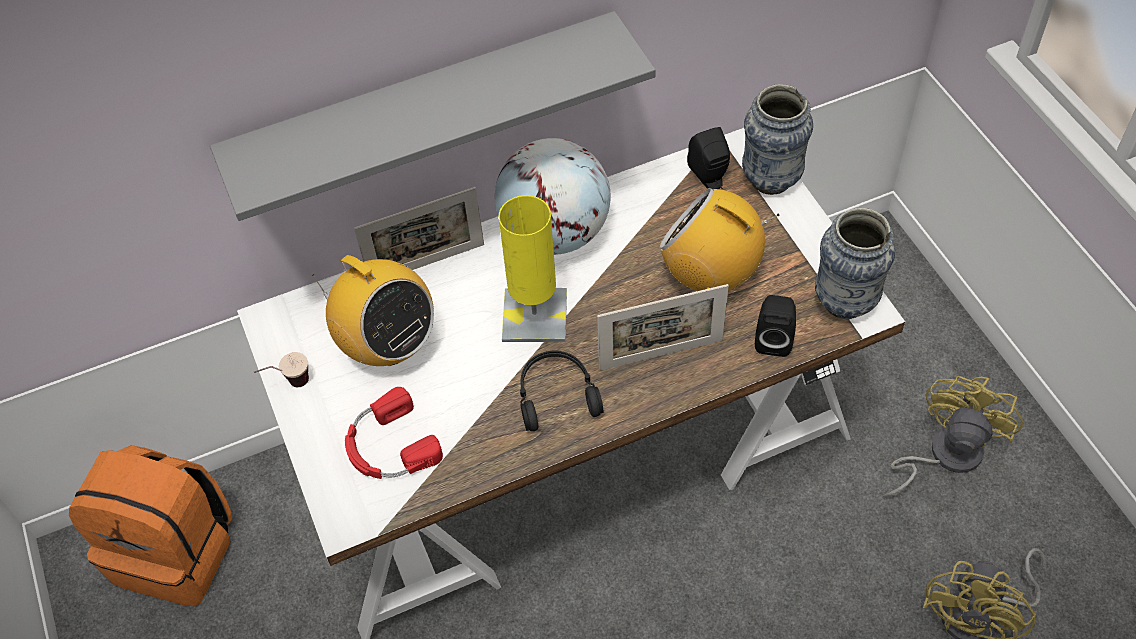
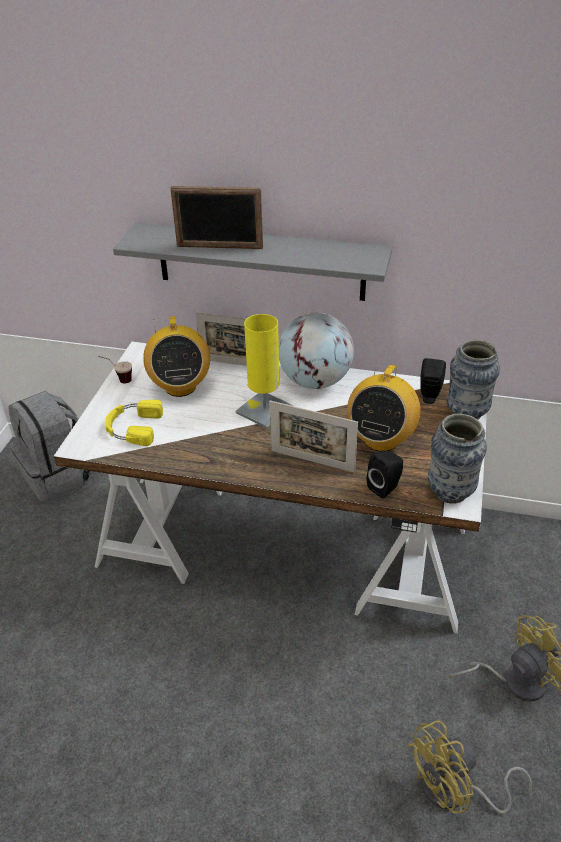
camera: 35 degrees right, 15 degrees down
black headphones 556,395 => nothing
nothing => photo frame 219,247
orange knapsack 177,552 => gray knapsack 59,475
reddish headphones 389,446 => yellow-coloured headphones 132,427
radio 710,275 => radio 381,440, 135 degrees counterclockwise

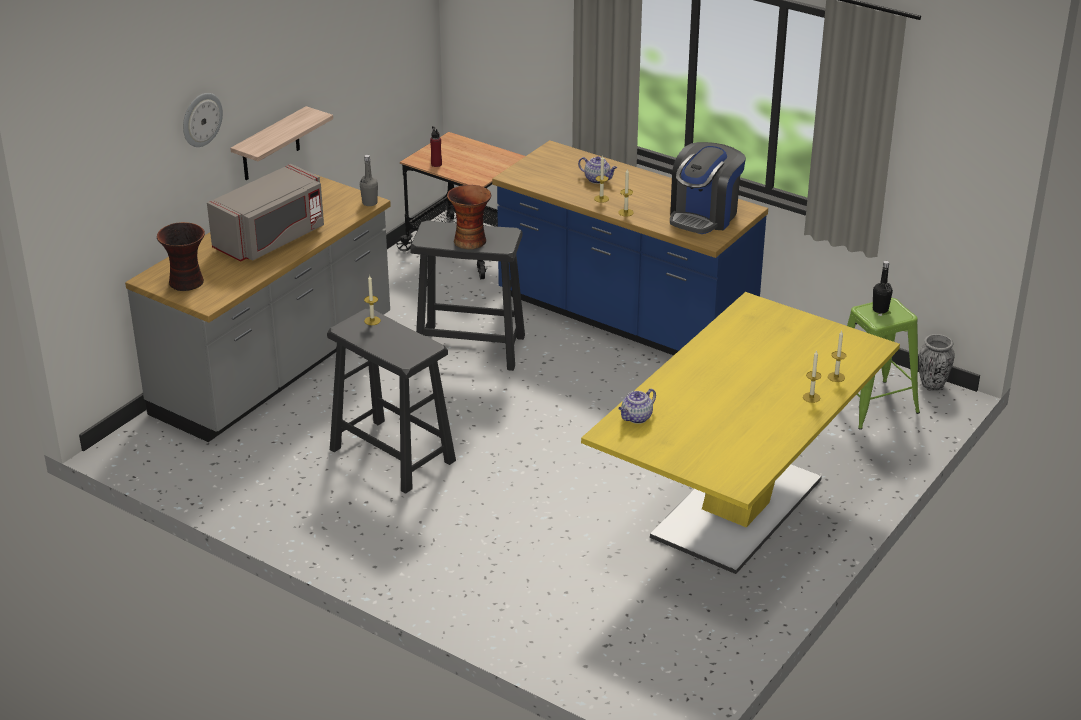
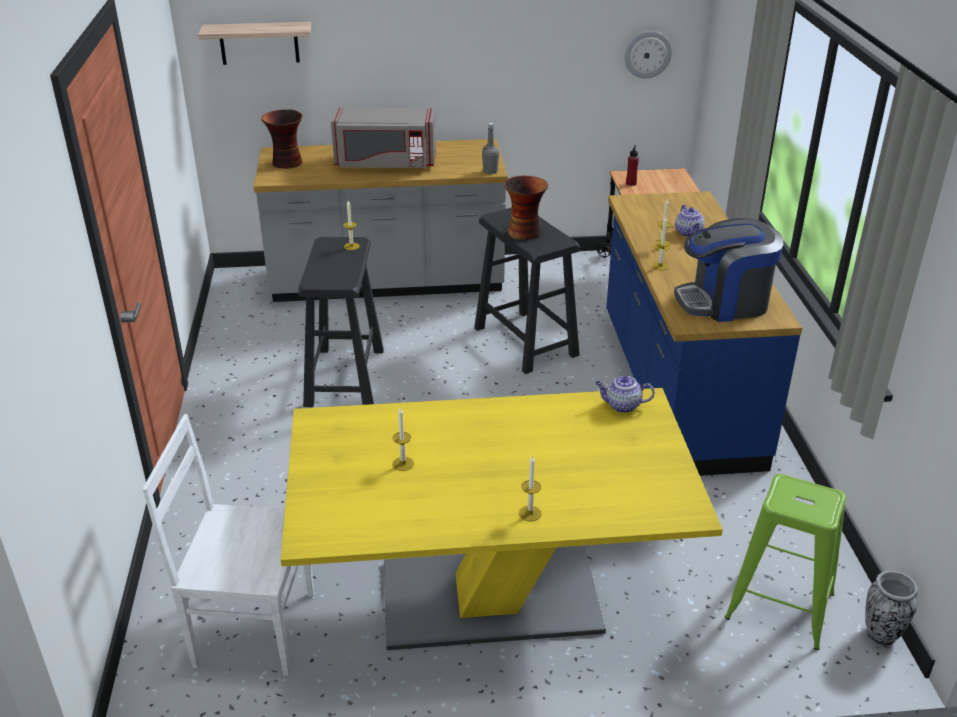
camera: 50 degrees right, 0 degrees up
black beverage bottle 880,309 => nothing
nothing => white-coloured plain chair 251,628
hanging clock 201,119 => hanging clock 647,54, shifted
wall shelf 270,145 => wall shelf 259,43, shifted
teapot 636,418 => teapot 622,406, shifted
wax candle 836,377 => wax candle 403,464, shifted

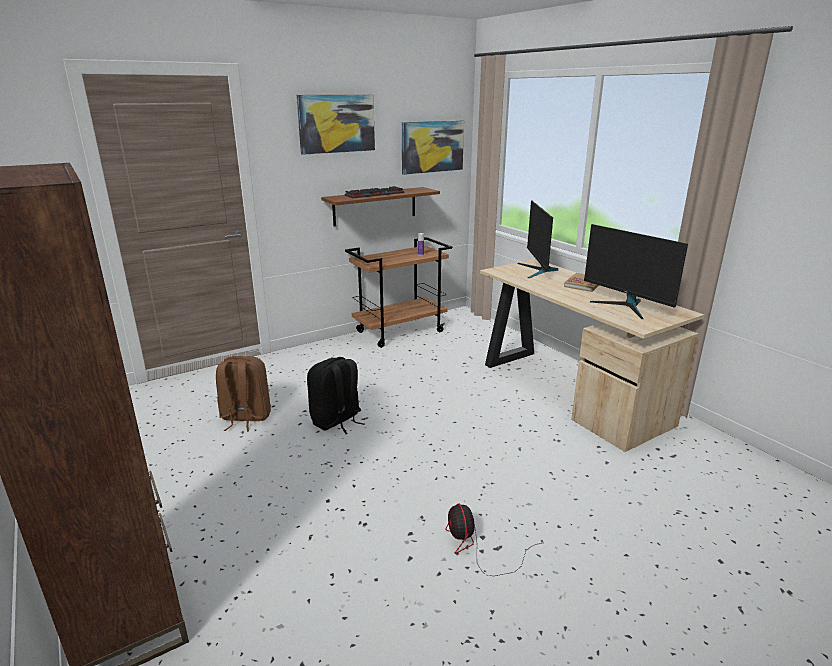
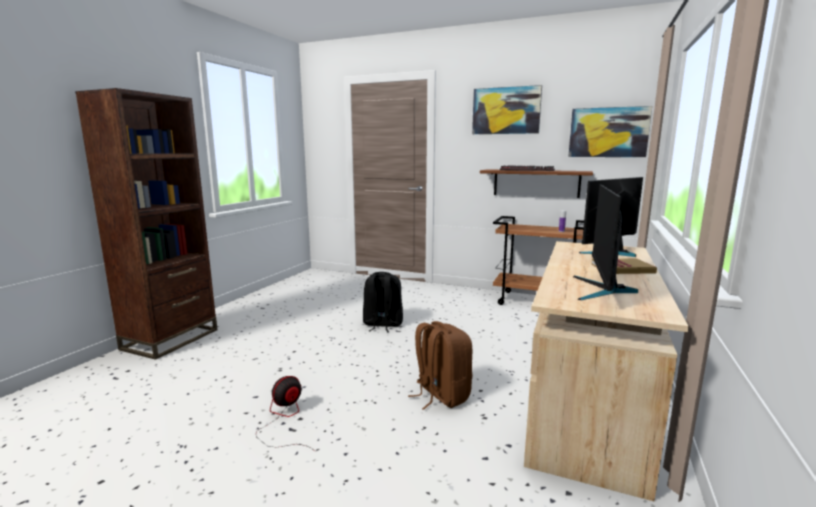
camera: 55 degrees right, 10 degrees down
brown knapsack 245,418 => brown knapsack 440,395, shifted

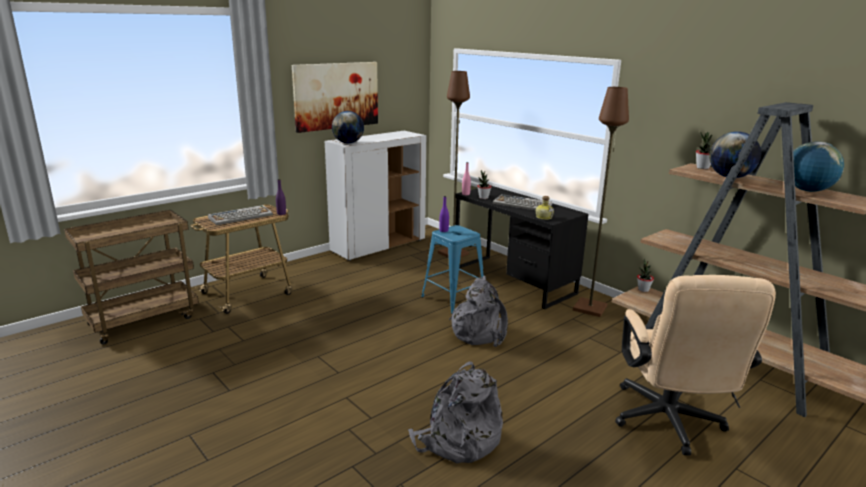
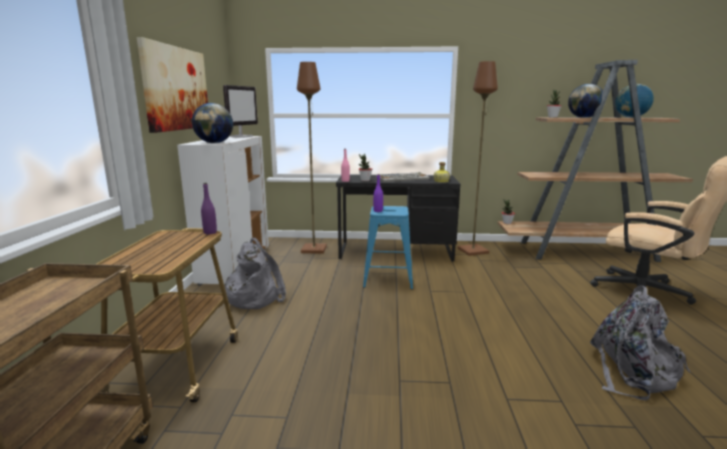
camera: 45 degrees left, 5 degrees down
keyboard 241,216 => nothing
nothing => monitor 241,136
gray knapsack 480,332 => gray knapsack 254,297, shifted

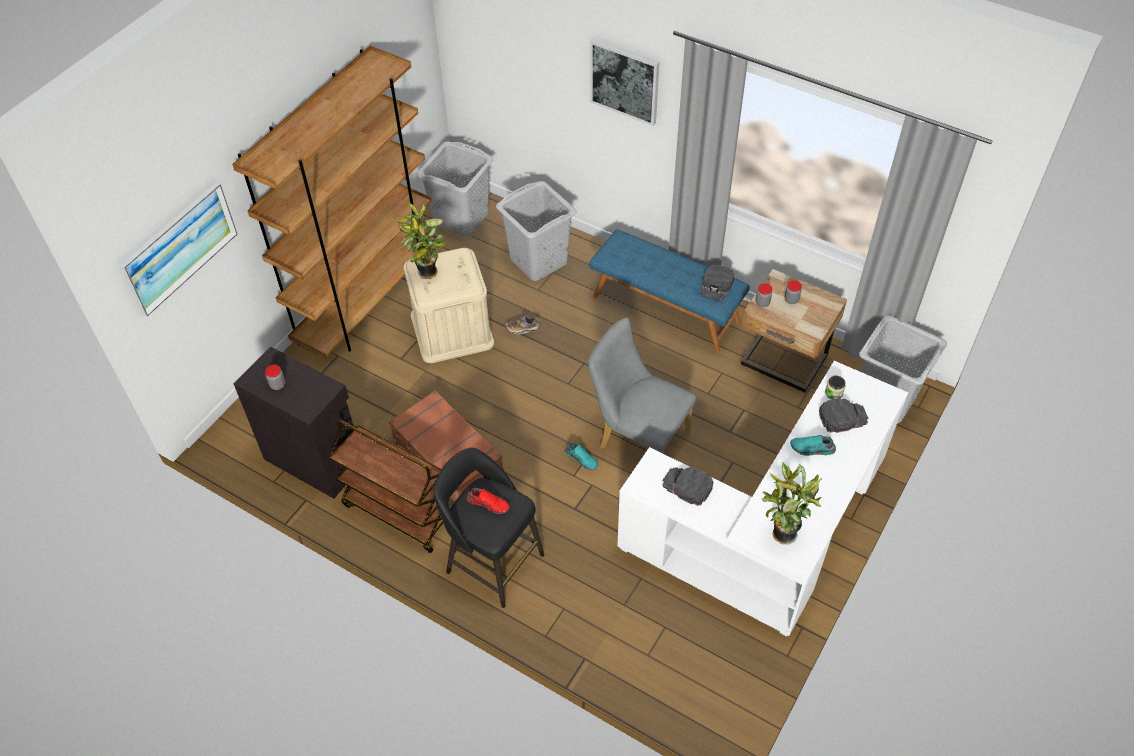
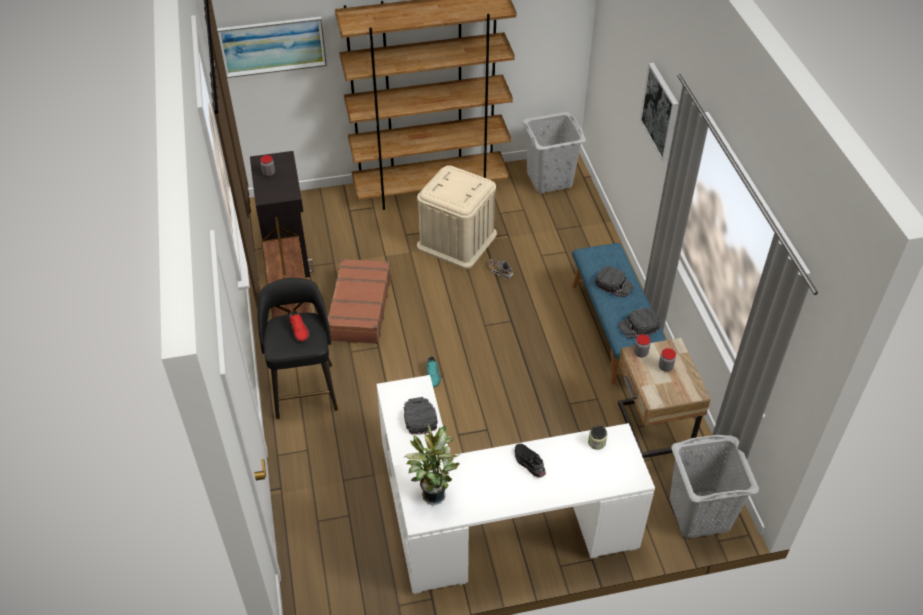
camera: 45 degrees right, 5 degrees down
houseplant 428,274 => nothing
gray laundry basket 539,260 => nothing
gray plain chair 638,438 => nothing
black baseball cap 842,417 => black baseball cap 614,284, shifted
turquoise low shoe 812,449 => black low shoe 528,463

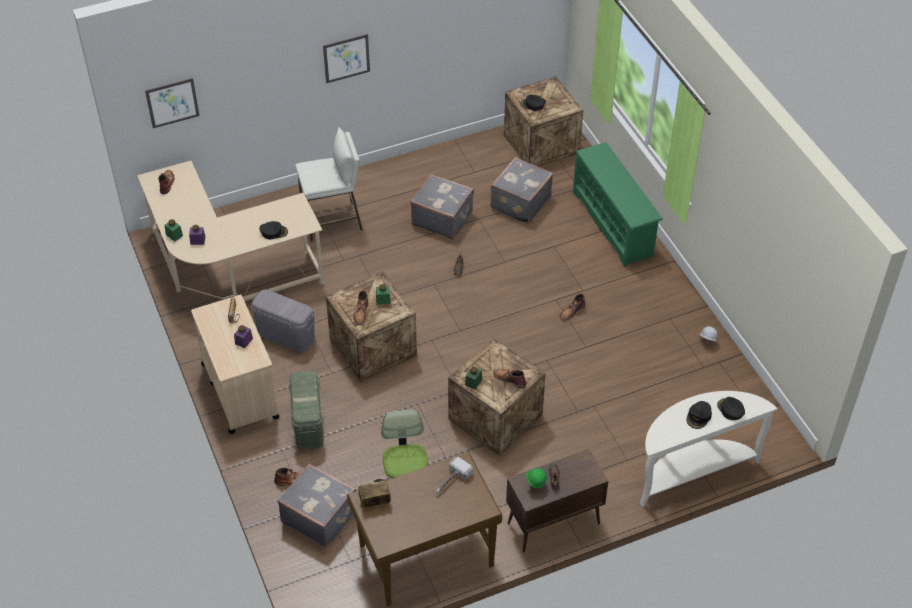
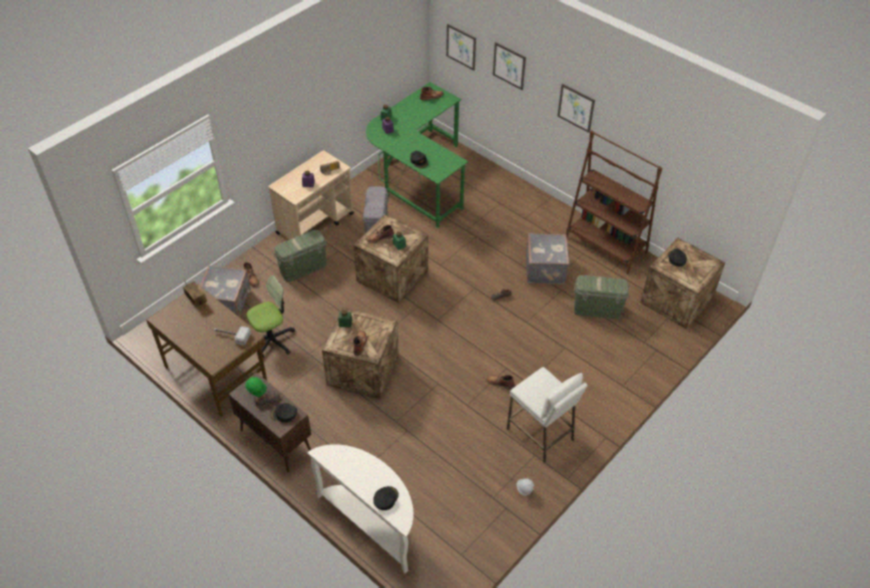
camera: 65 degrees right, 0 degrees up
greenish shoe stand 613,224 => nothing
nothing => wall picture 509,66
nothing => brown bookcase 606,245
white-coloured stool seat 332,221 => white-coloured stool seat 540,434, shifted
black baseball cap 699,417 => black baseball cap 284,414, shifted
gray suitcase 519,203 => greenish storage box 597,309
beige-coloured desk 227,271 => greenish desk 417,177

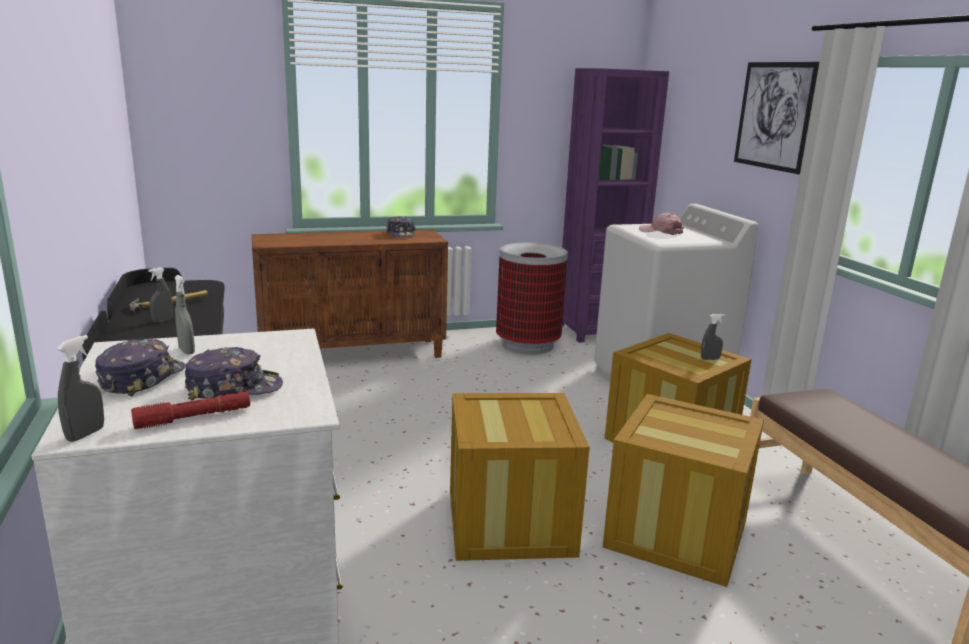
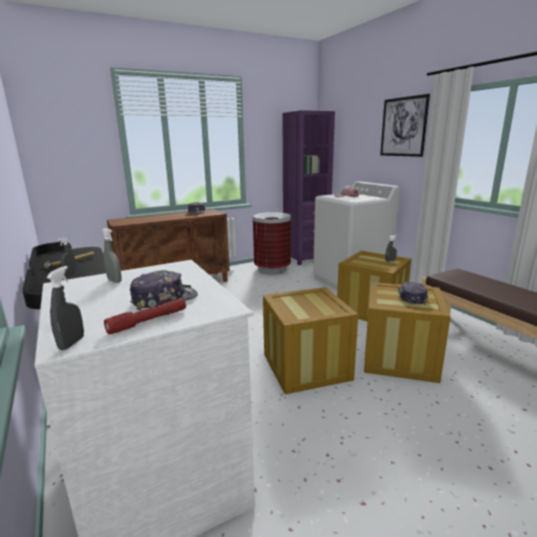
camera: 10 degrees left, 0 degrees up
baseball cap 142,378 => baseball cap 411,298, shifted

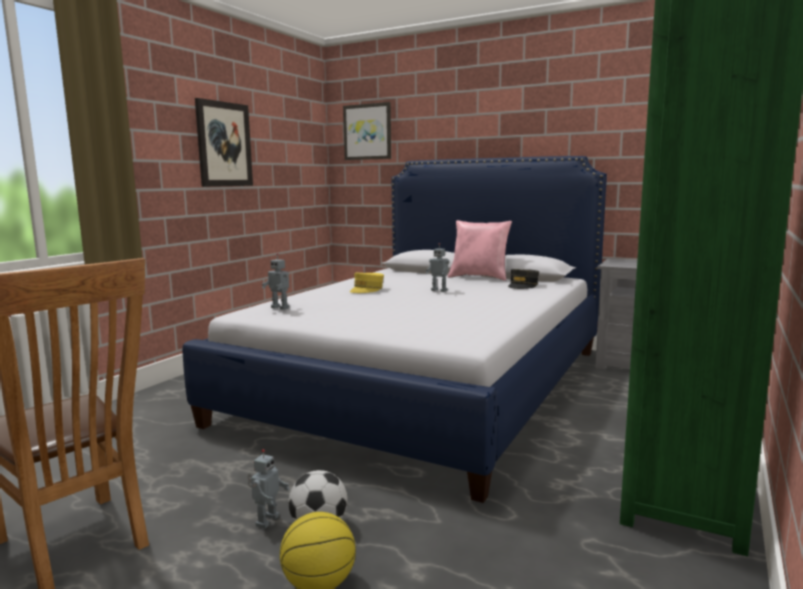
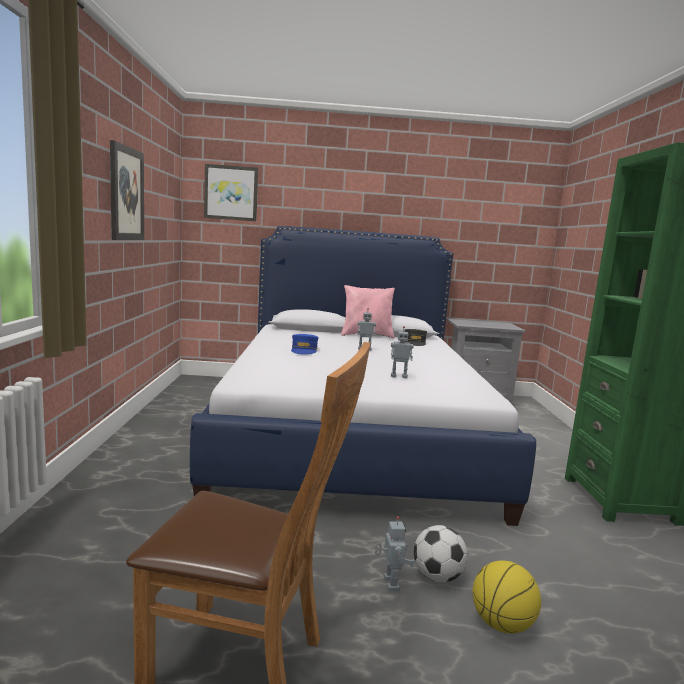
camera: 30 degrees left, 0 degrees up
toy robot 281,308 => toy robot 399,376, shifted
yellow-coloured baseball cap 367,290 => blue-coloured baseball cap 304,350

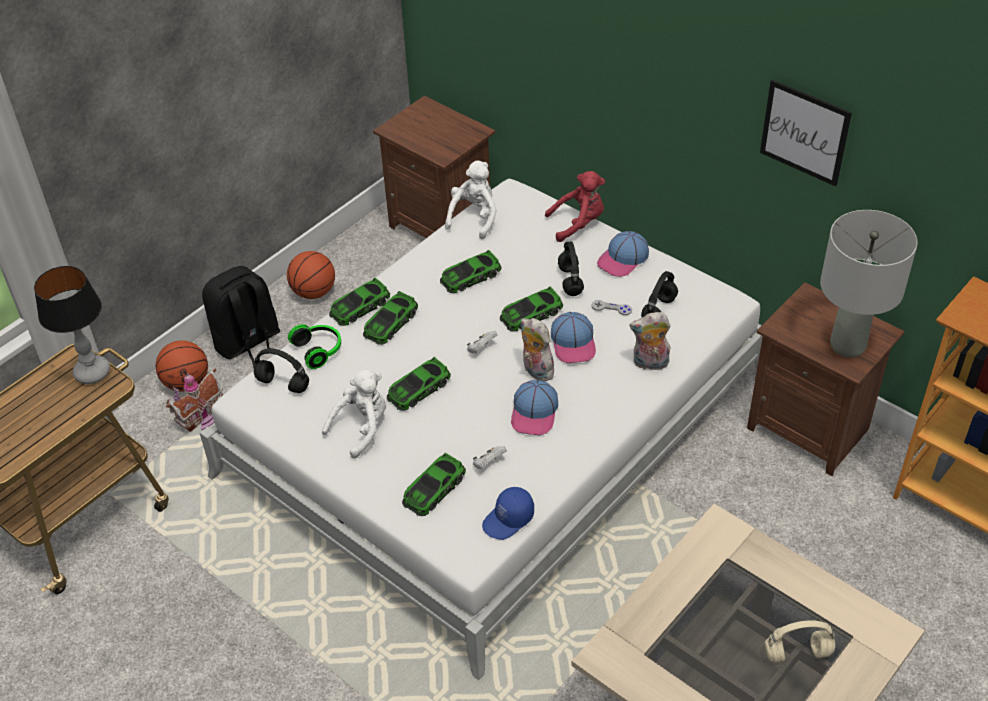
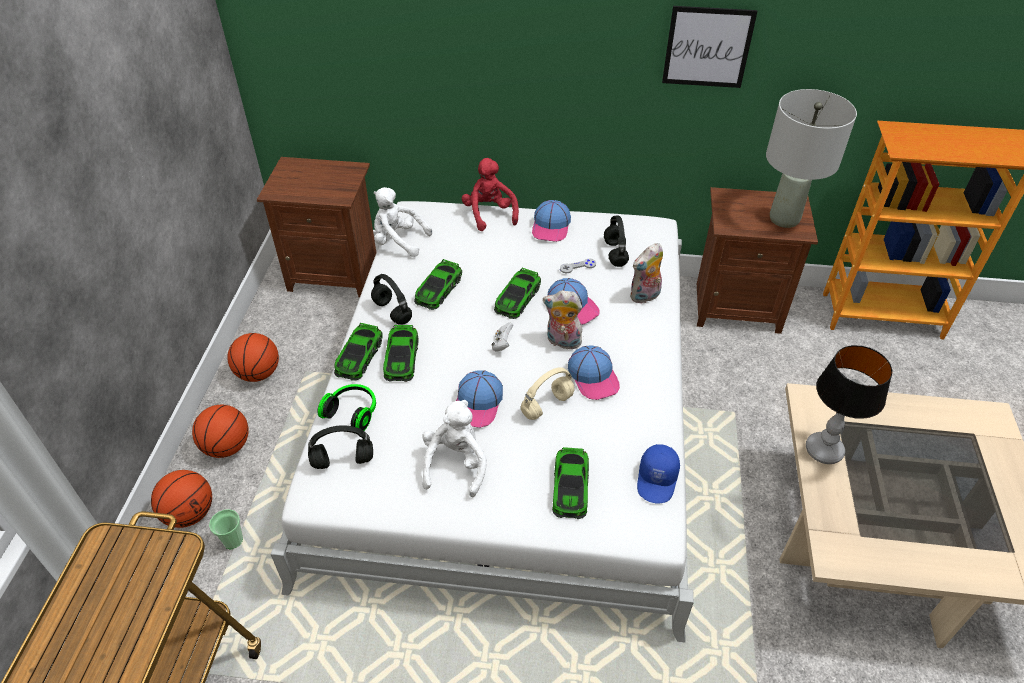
camera: 35 degrees left, 0 degrees up
white-coloured game controller 488,463 => nothing
lamp for a table 92,373 => lamp for a table 824,451, shifted
black headphones 569,280 => black headphones 391,312, shifted
beige-coloured headphones 798,653 => beige-coloured headphones 547,405, shifted
model house 202,419 => cup 233,540
black knapsack 248,343 => basketball ball 227,447
model car 418,389 => baseball cap 478,403
white-coloured soft toy 474,217 => white-coloured soft toy 398,241, 60 degrees counterclockwise
reddish soft toy 578,223 => reddish soft toy 489,214, 60 degrees counterclockwise

